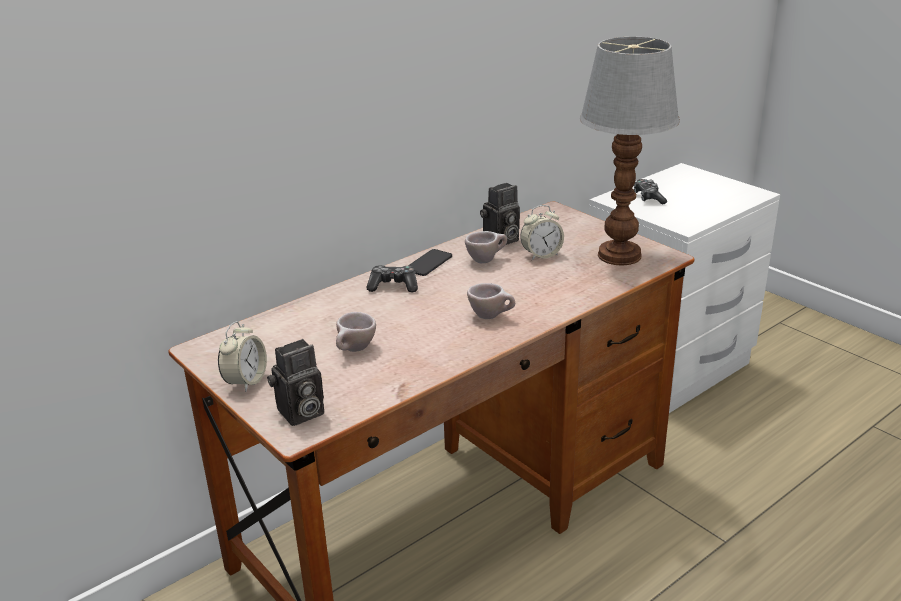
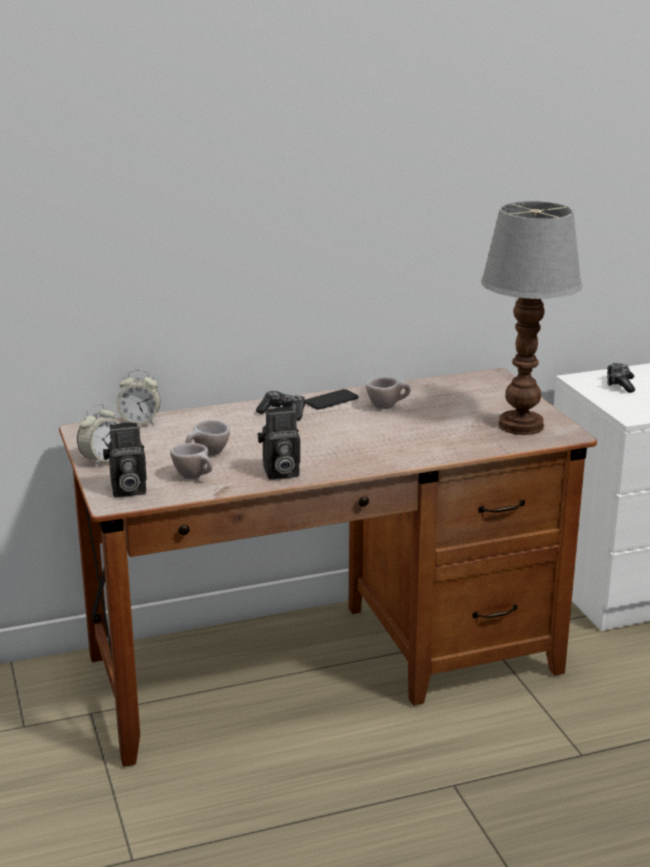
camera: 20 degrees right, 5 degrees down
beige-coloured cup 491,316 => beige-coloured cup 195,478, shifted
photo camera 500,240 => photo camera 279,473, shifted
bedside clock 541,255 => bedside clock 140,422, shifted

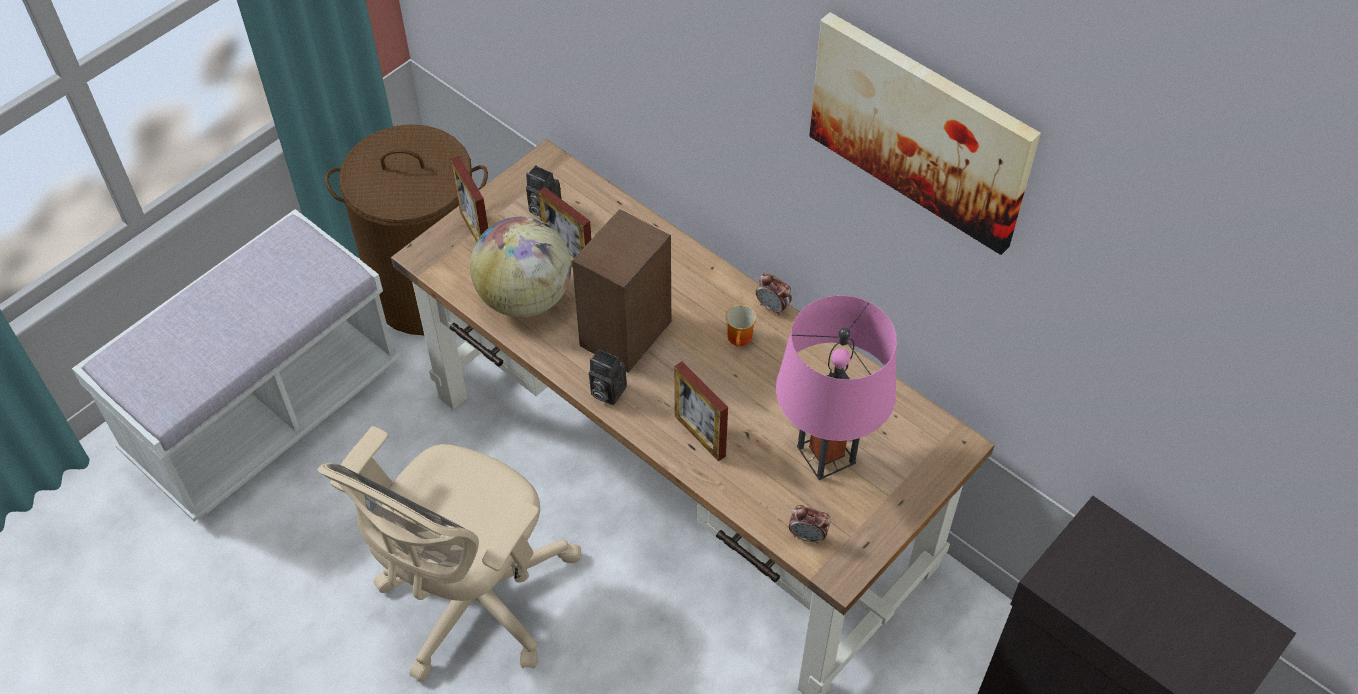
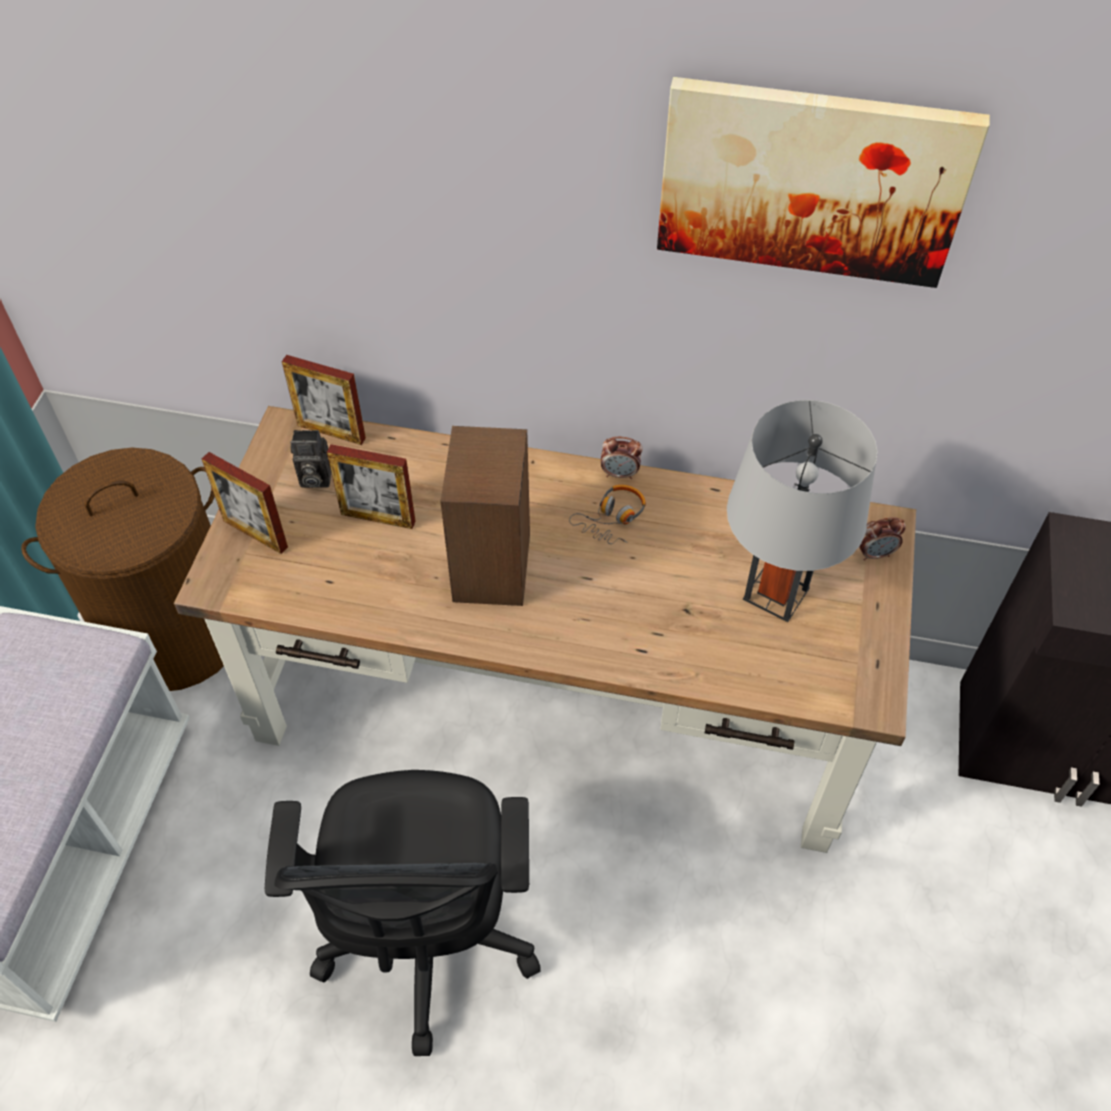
camera: 30 degrees left, 0 degrees up
globe 525,297 => nothing
photo camera 605,391 => nothing
photo frame 700,436 => photo frame 331,432, shifted
bedside clock 807,536 => bedside clock 875,553, shifted
mug 741,339 => headphones 612,519
beige-coloured desk chair 471,603 => black desk chair 428,940
pinkish lamp for a table 825,455 => gray lamp for a table 775,594

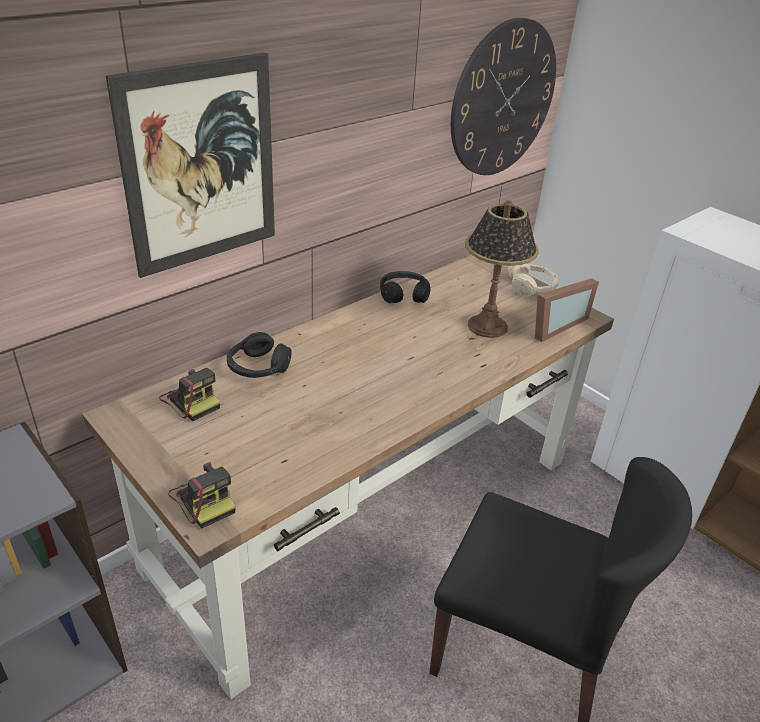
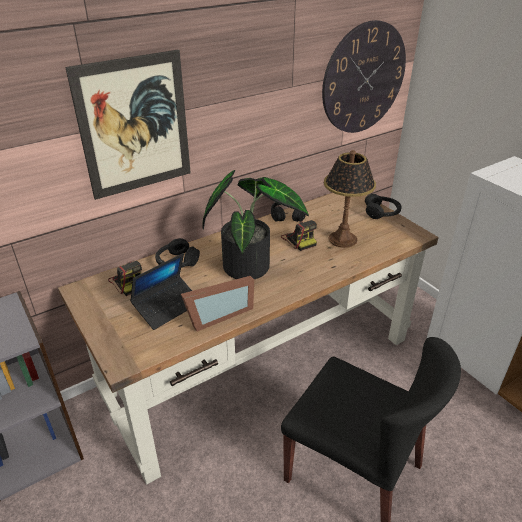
camera: 10 degrees right, 0 degrees up
nothing => laptop 167,306
nothing => houseplant 250,264
photo camera 204,499 => photo camera 299,240, shifted
photo frame 553,325 => photo frame 217,315, shifted
beige-coloured headphones 532,287 => black headphones 382,212

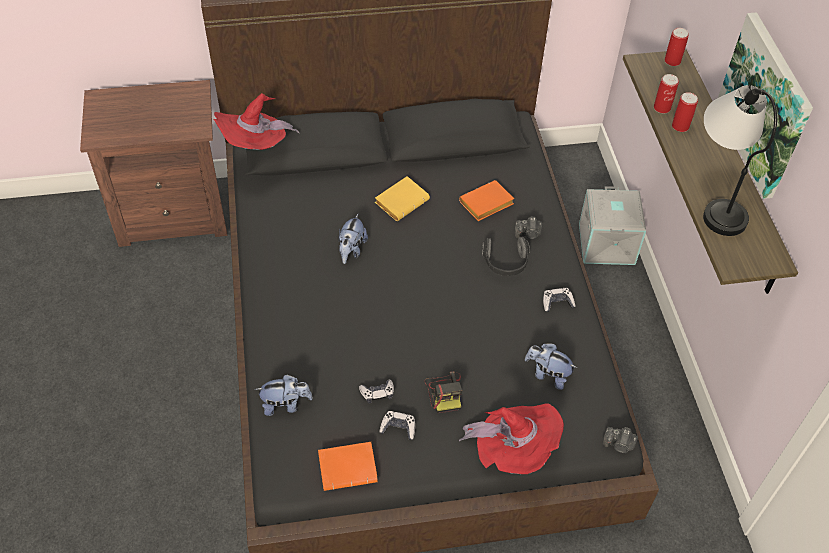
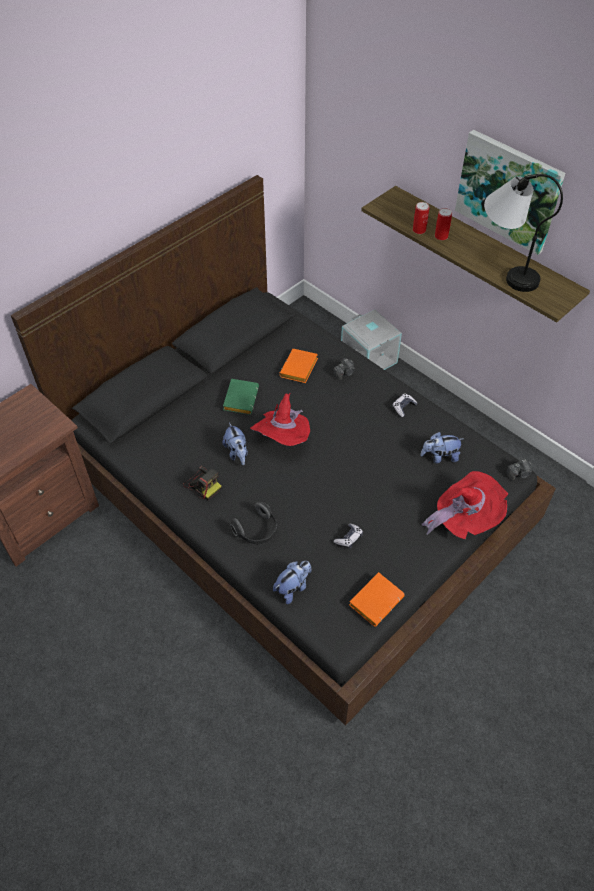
camera: 35 degrees left, 0 degrees up
game controller 398,428 => nothing
metal can 672,61 => nothing
reddish clothing hat 255,147 => reddish clothing hat 283,440, shifted
photo camera 444,392 => photo camera 202,484, shifted
headphones 505,264 => headphones 257,531, shifted
yellow-coloured book 402,201 => greenish book 240,398

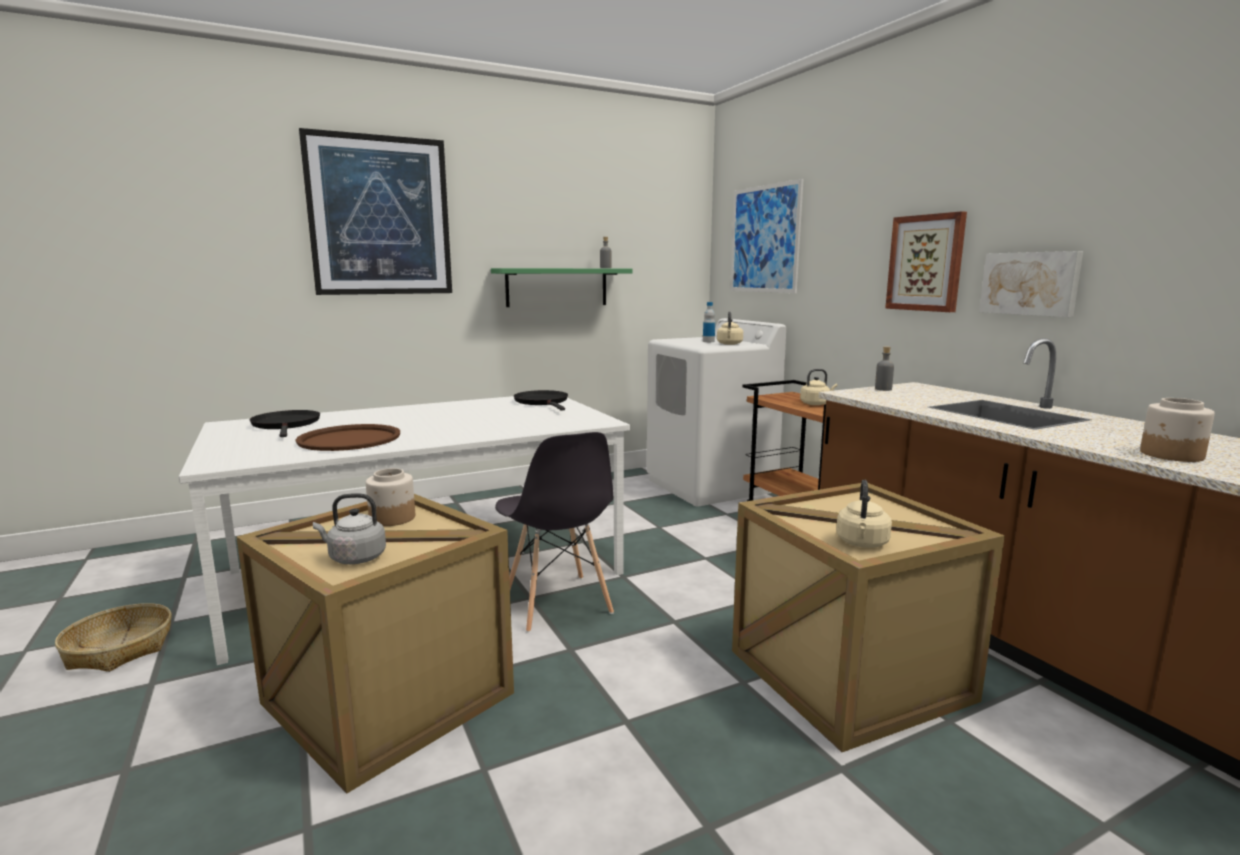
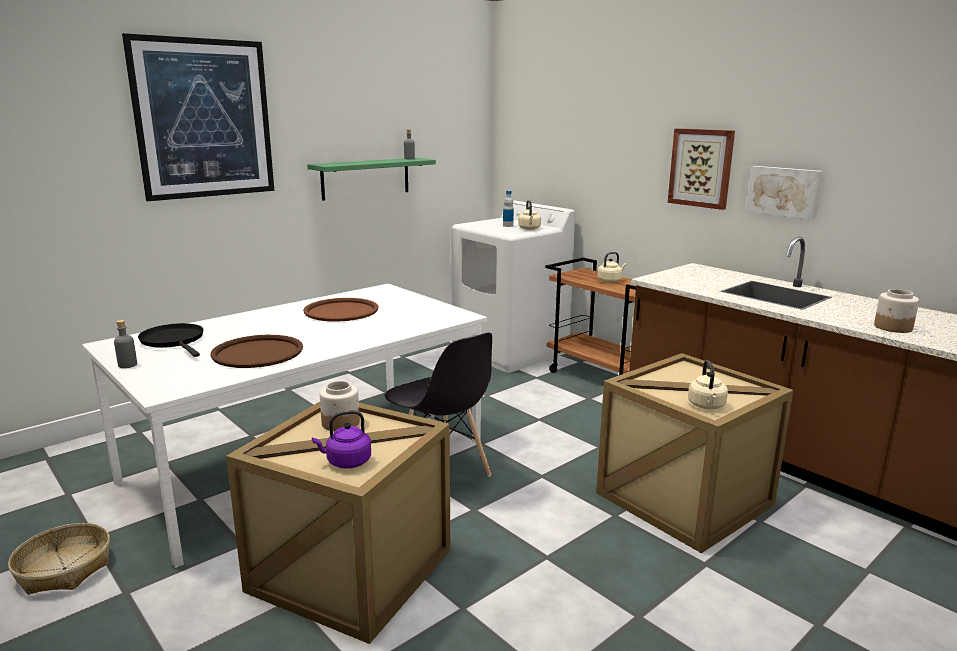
camera: 15 degrees left, 5 degrees up
black frying pan 542,402 => nothing
wall picture 764,239 => nothing
nothing => brown serving tray 341,311
gray beverage bottle 883,389 => gray beverage bottle 127,365, shifted
gray tea kettle 354,558 => purple tea kettle 346,462

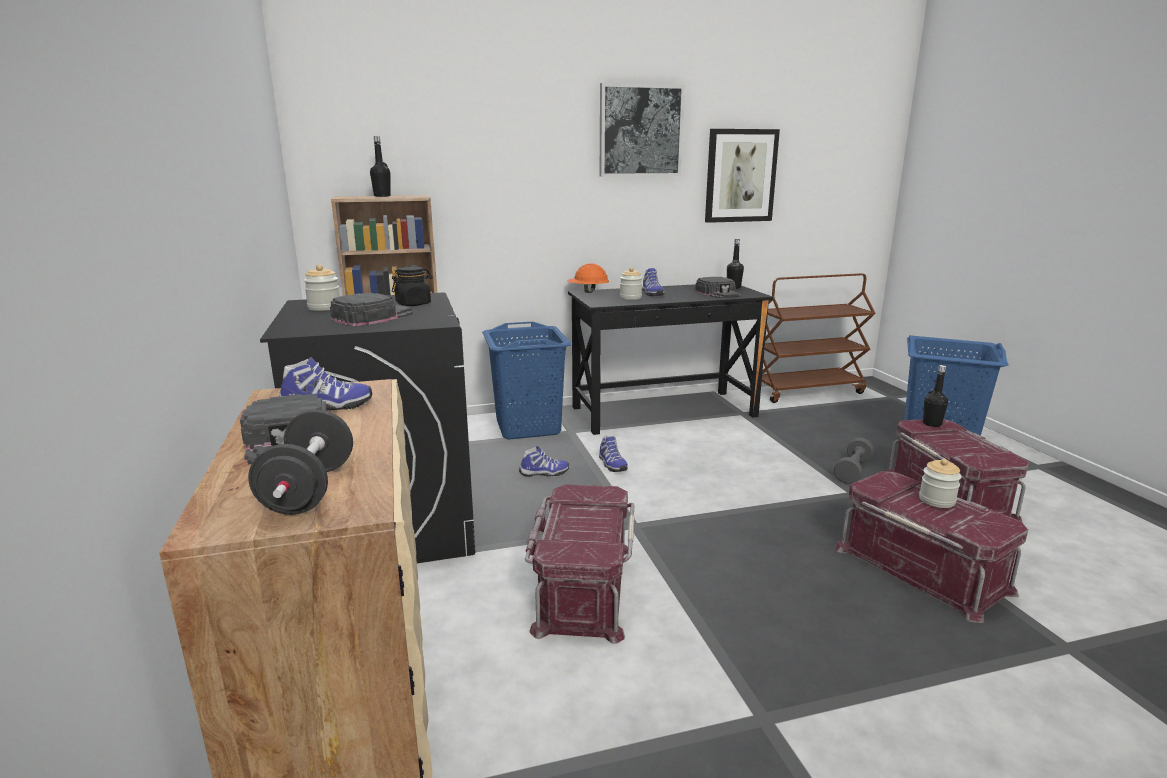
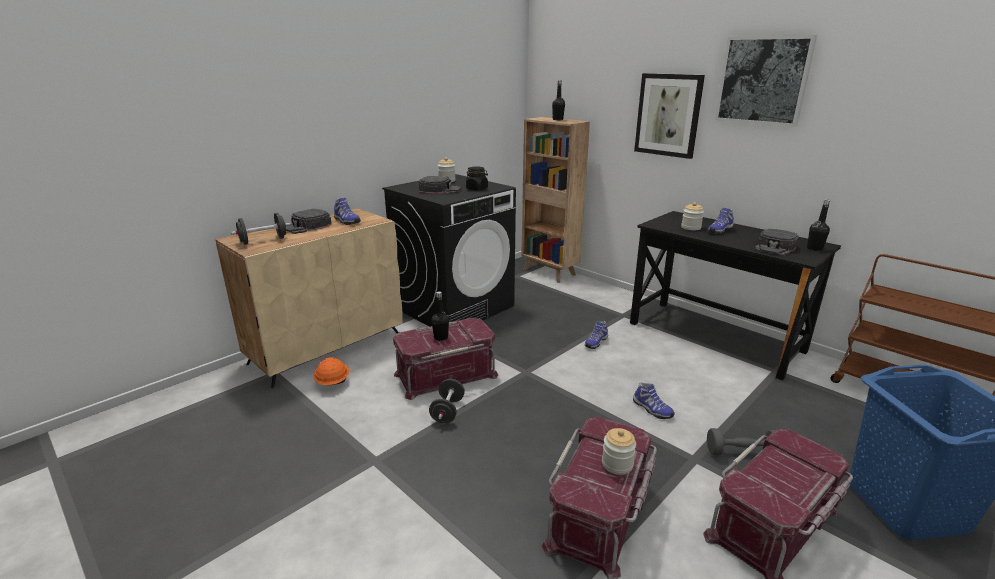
camera: 60 degrees right, 5 degrees up
blue-coloured laundry basket 528,427 => nothing
nothing => black hand weight 447,411
low shoe 544,473 => low shoe 651,409, shifted
orange safety helmet 587,292 => orange safety helmet 332,382, shifted
wall picture 740,176 => wall picture 668,115, shifted
black beverage bottle 932,424 => black beverage bottle 441,337, shifted

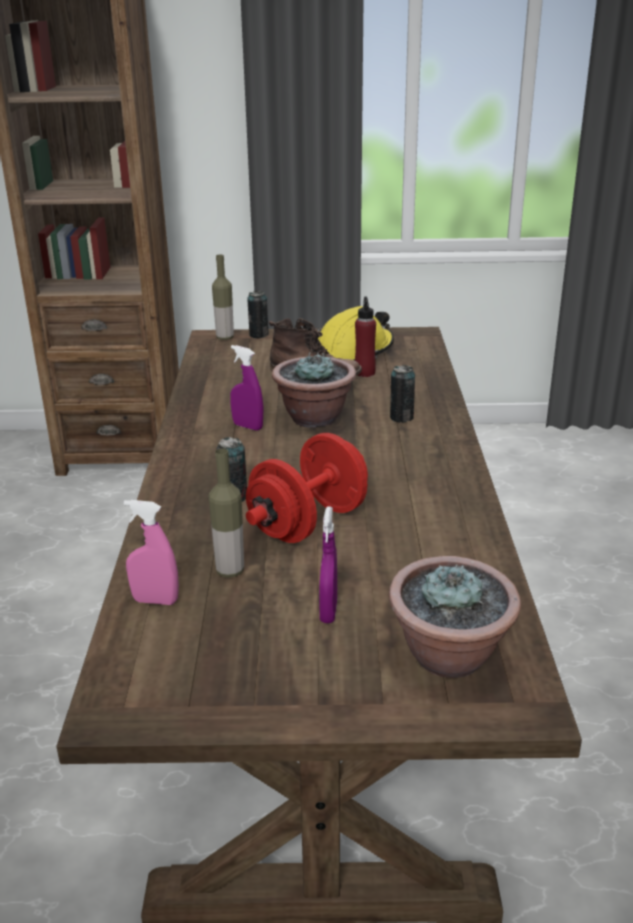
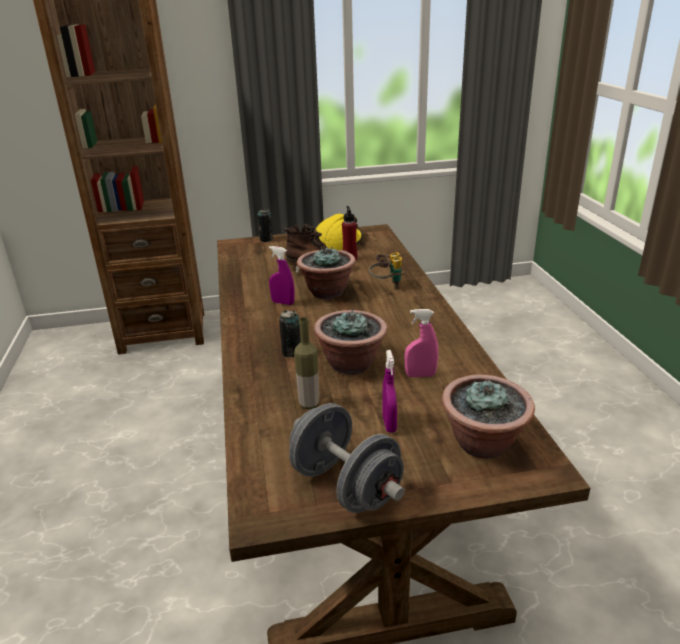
camera: 10 degrees left, 0 degrees up
beverage bottle 225,338 => nothing
nothing => gray hand weight 346,486
pinkish spray bottle 155,601 => pinkish spray bottle 420,375, shifted
reddish hand weight 308,522 => houseplant 351,364
metal can 401,417 => field glasses 386,286

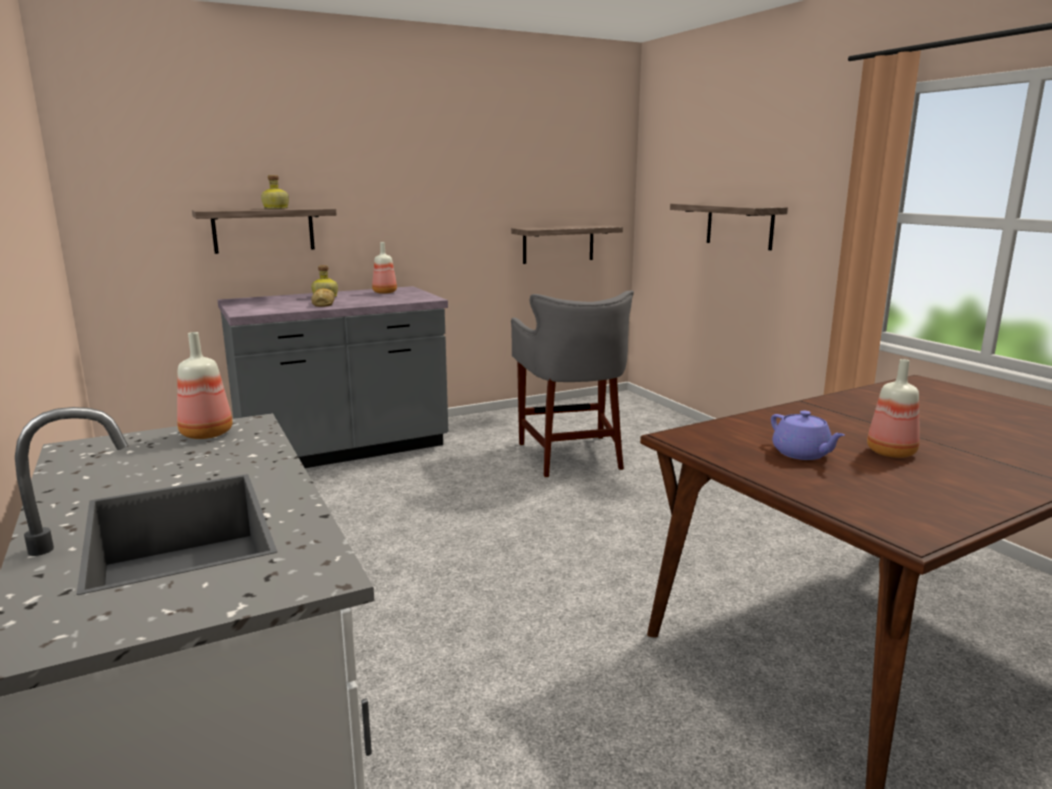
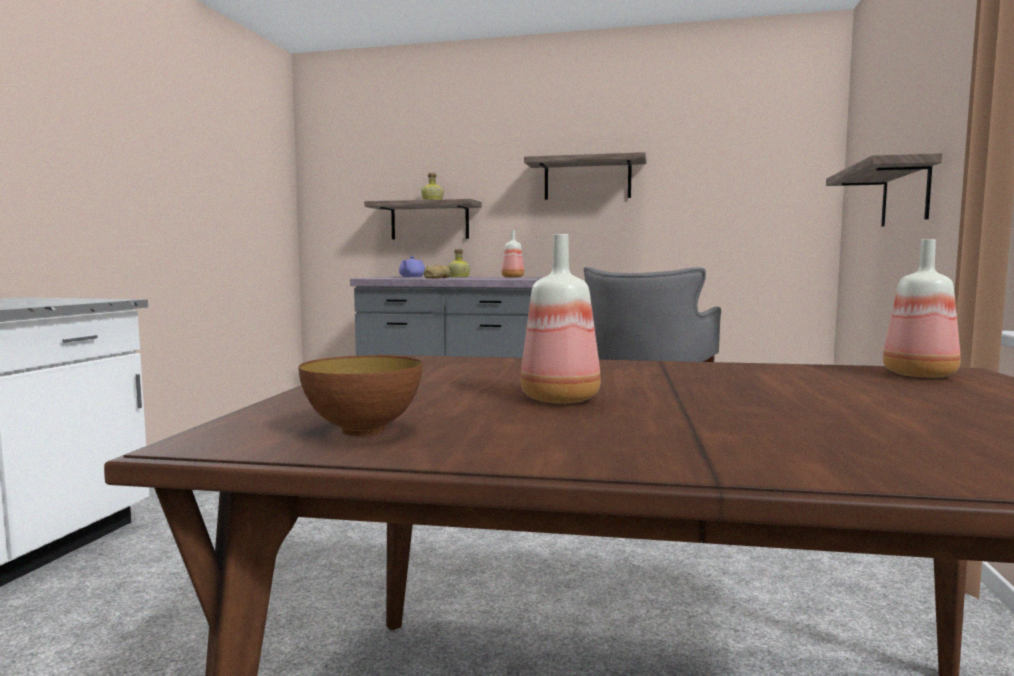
camera: 40 degrees right, 10 degrees down
nothing => deep dish 363,430
beverage bottle 208,434 => beverage bottle 922,375, shifted
wall shelf 558,244 => wall shelf 587,179, shifted
purple teapot 802,454 => purple teapot 411,276, shifted

